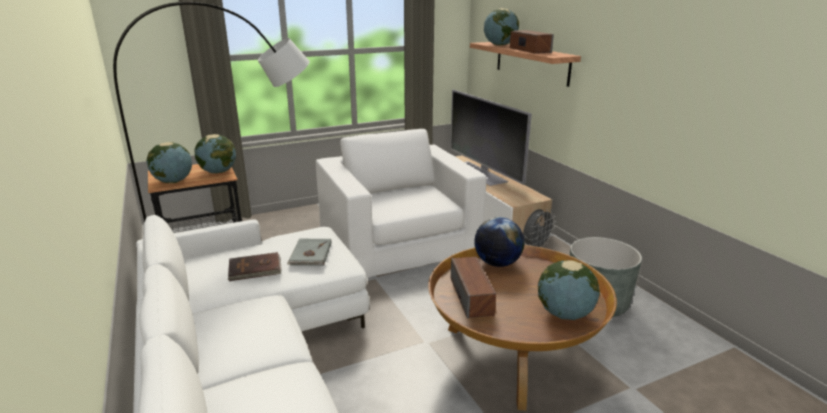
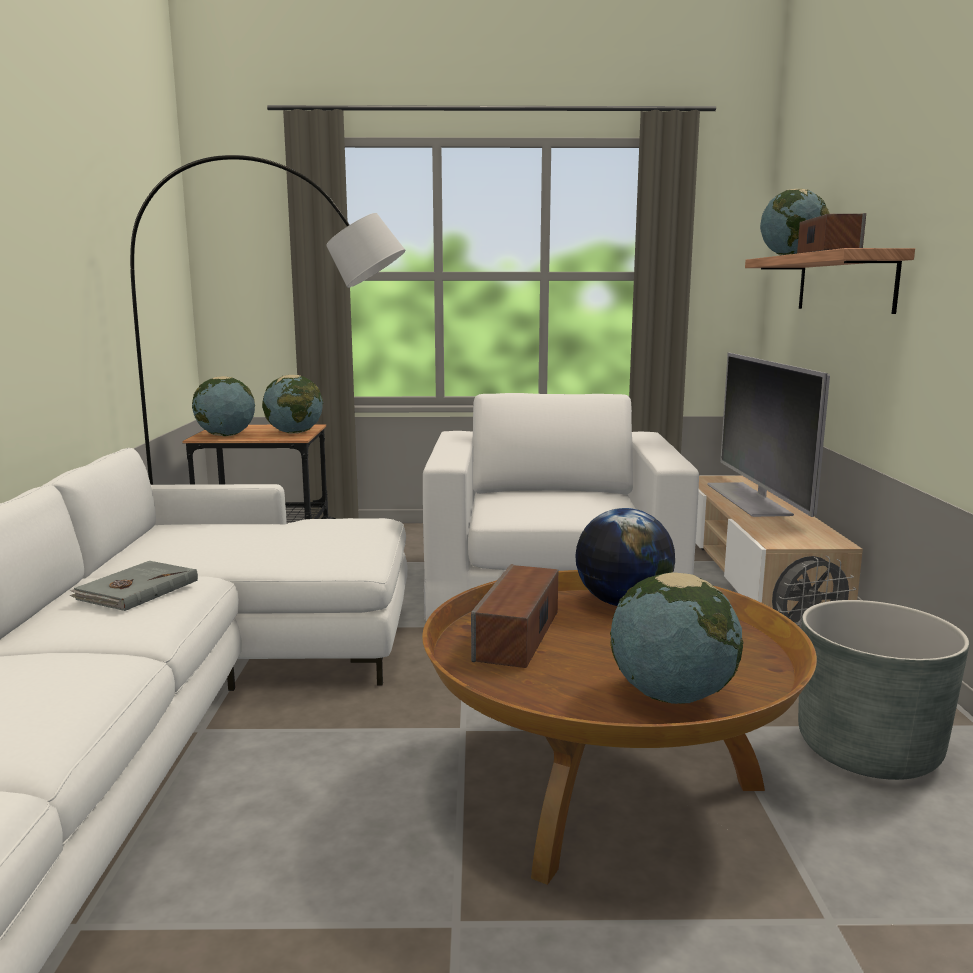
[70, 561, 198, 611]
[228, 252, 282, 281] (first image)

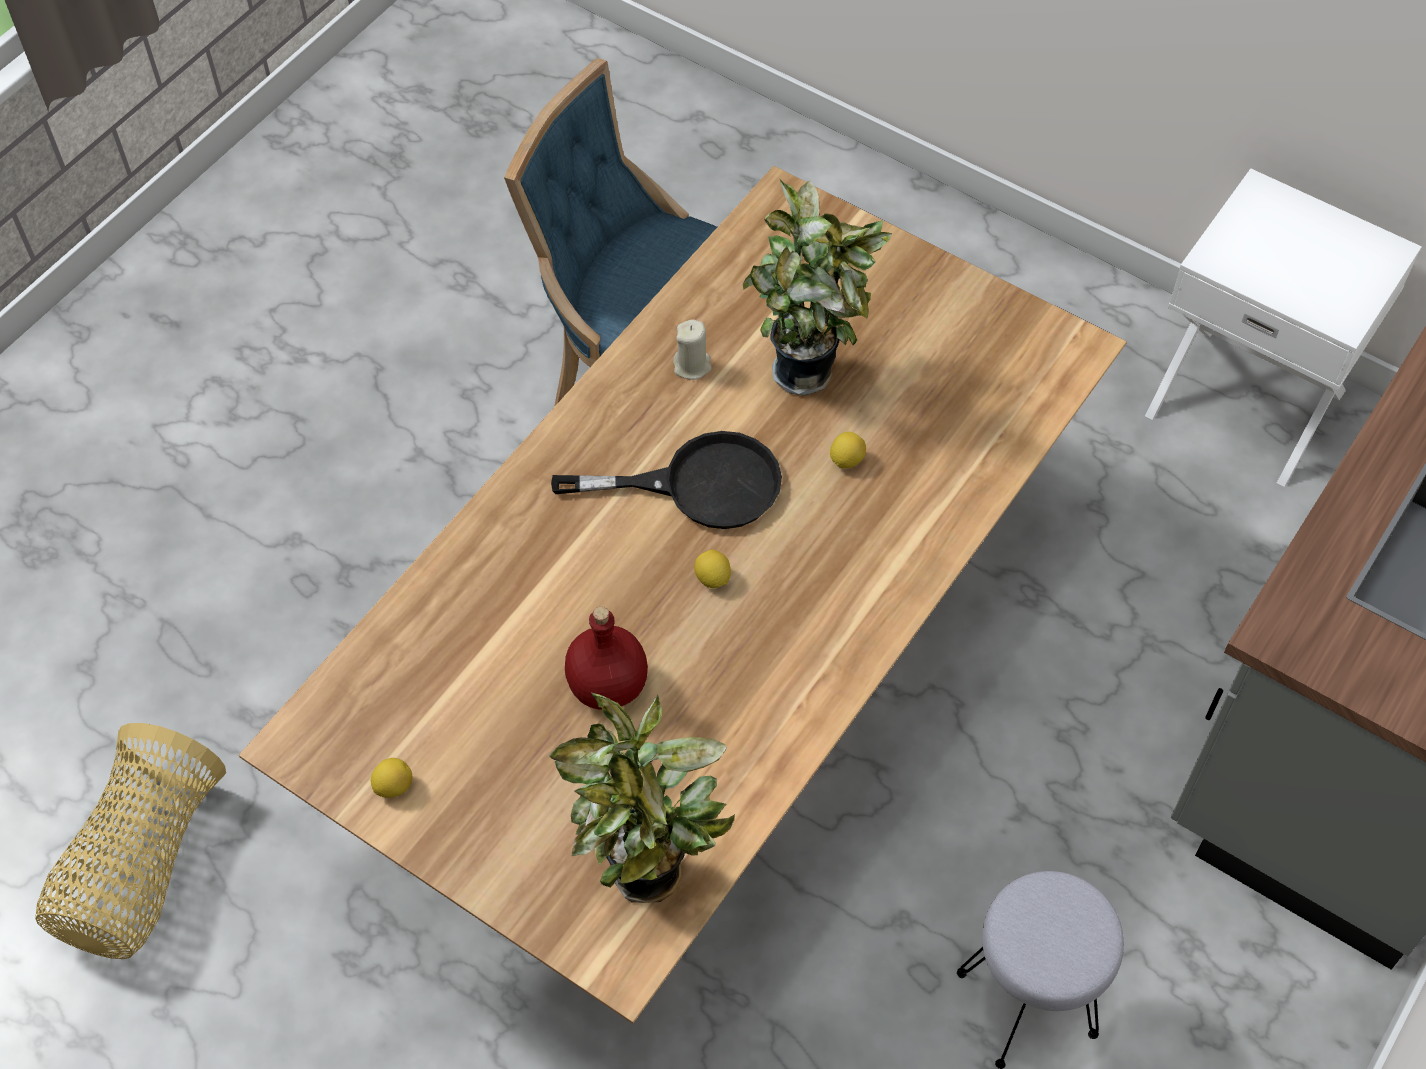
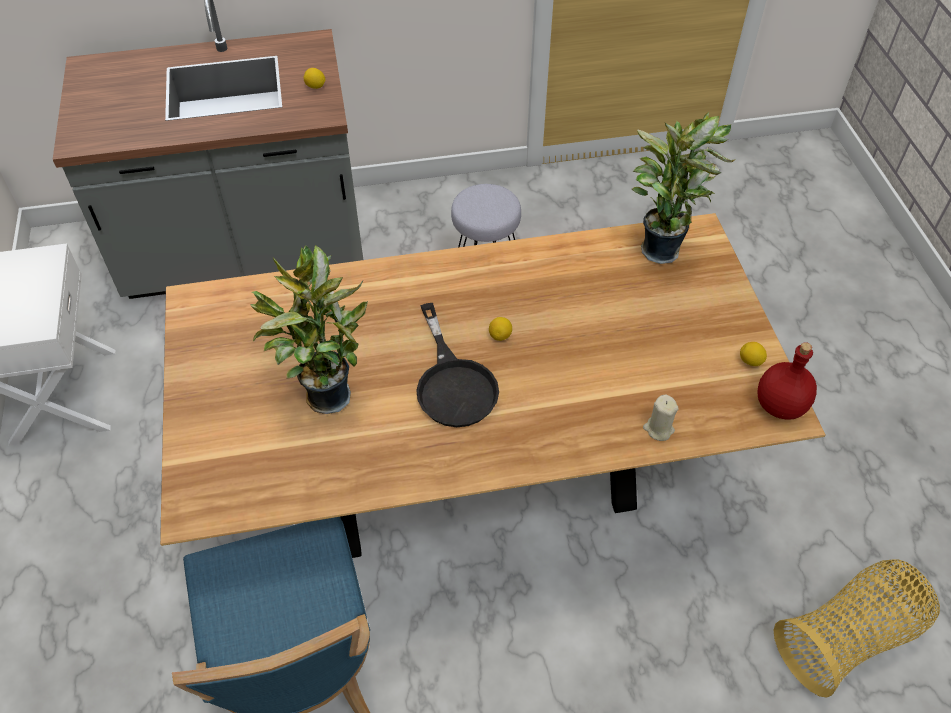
[643, 395, 679, 441]
[416, 303, 499, 427]
[304, 68, 326, 89]
[757, 342, 817, 420]

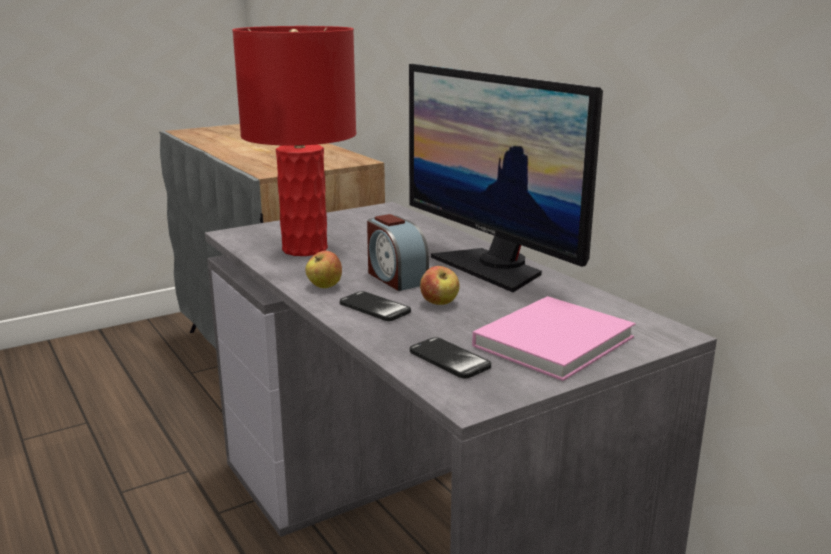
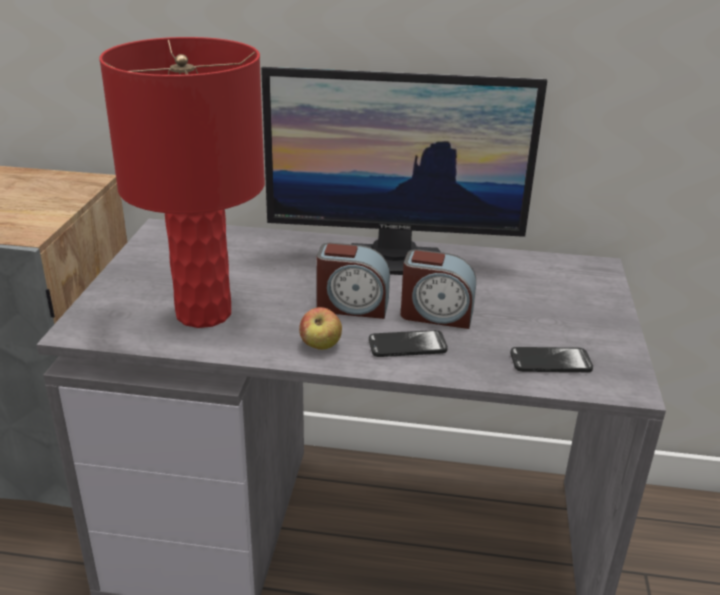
[401, 249, 476, 329]
[472, 296, 636, 381] (first image)

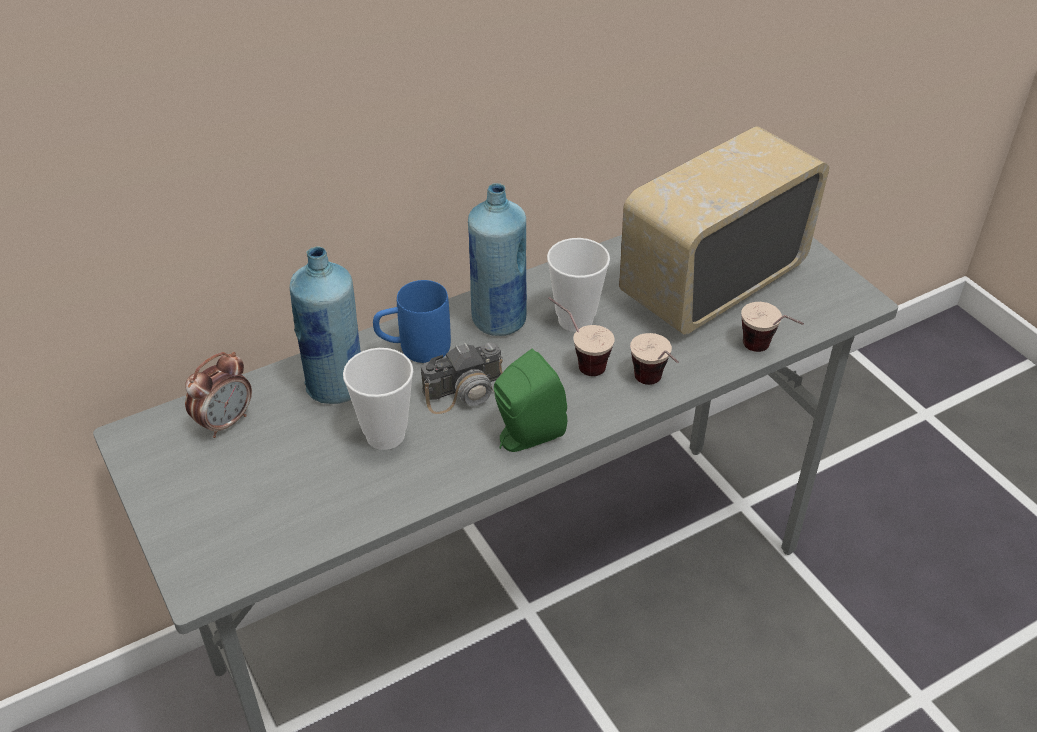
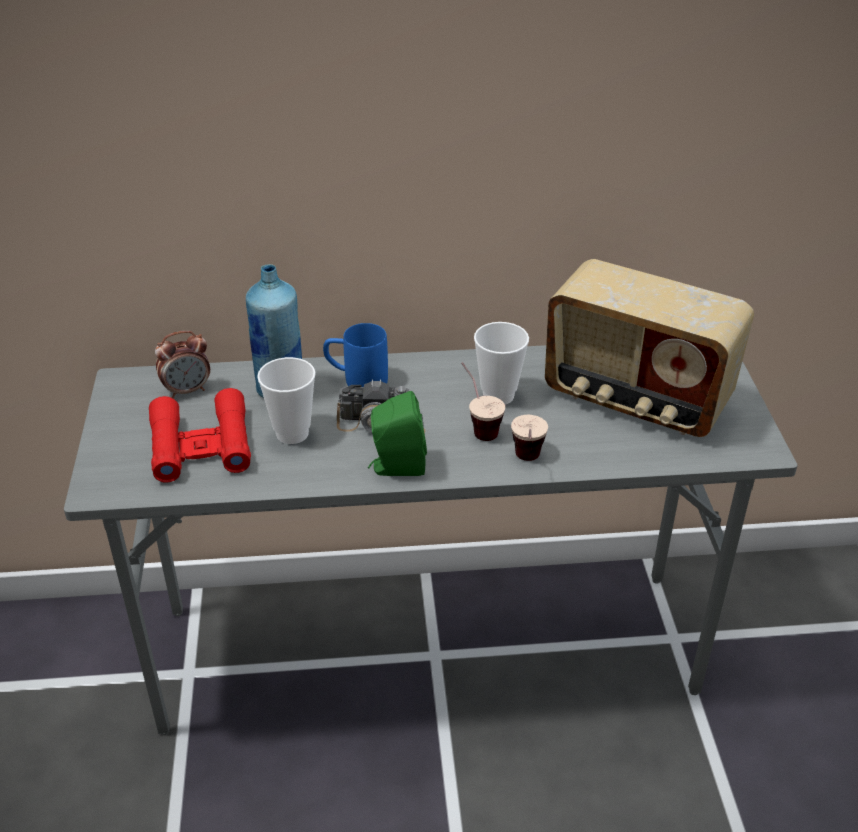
[545, 259, 754, 437]
[468, 183, 527, 336] (first image)
[741, 302, 804, 352] (first image)
[149, 388, 251, 483]

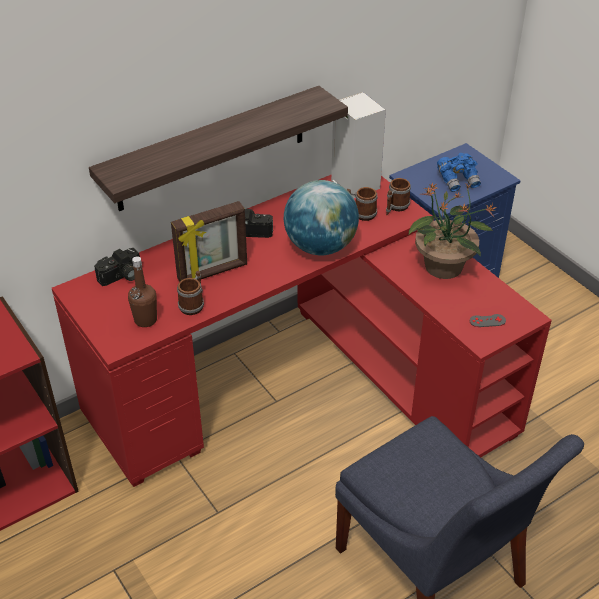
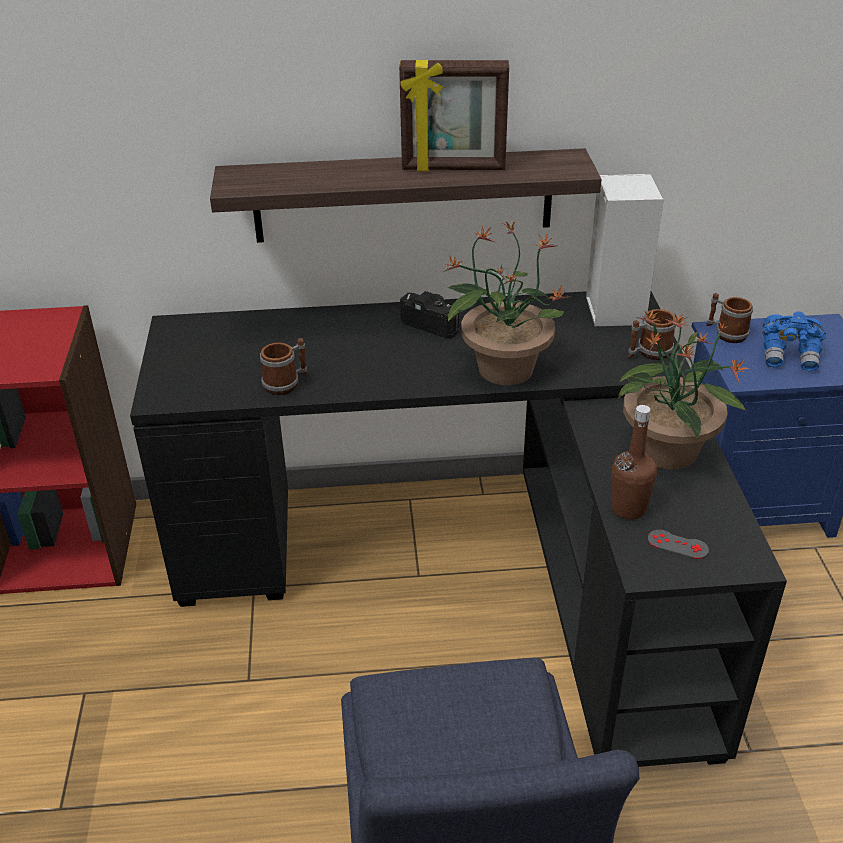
[130, 291, 787, 767]
[445, 221, 569, 385]
[706, 293, 753, 343]
[399, 60, 509, 171]
[94, 248, 140, 286] (first image)
[611, 405, 657, 520]

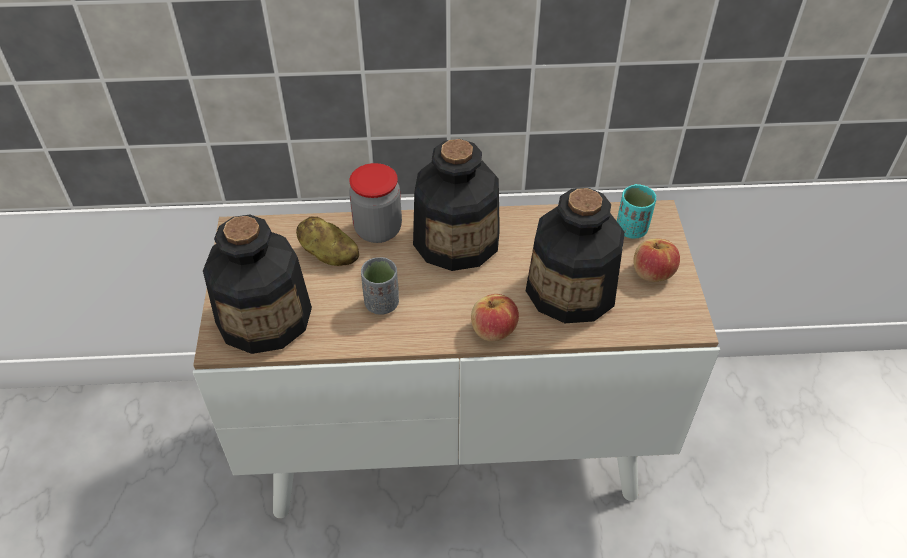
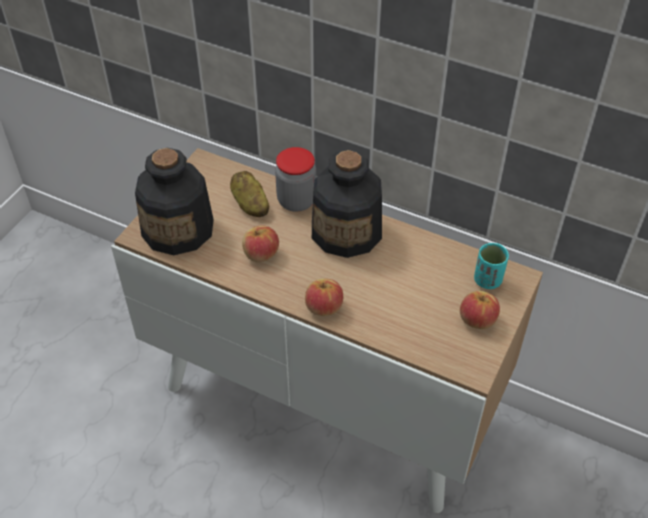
[526, 188, 625, 323] (first image)
[242, 225, 279, 262]

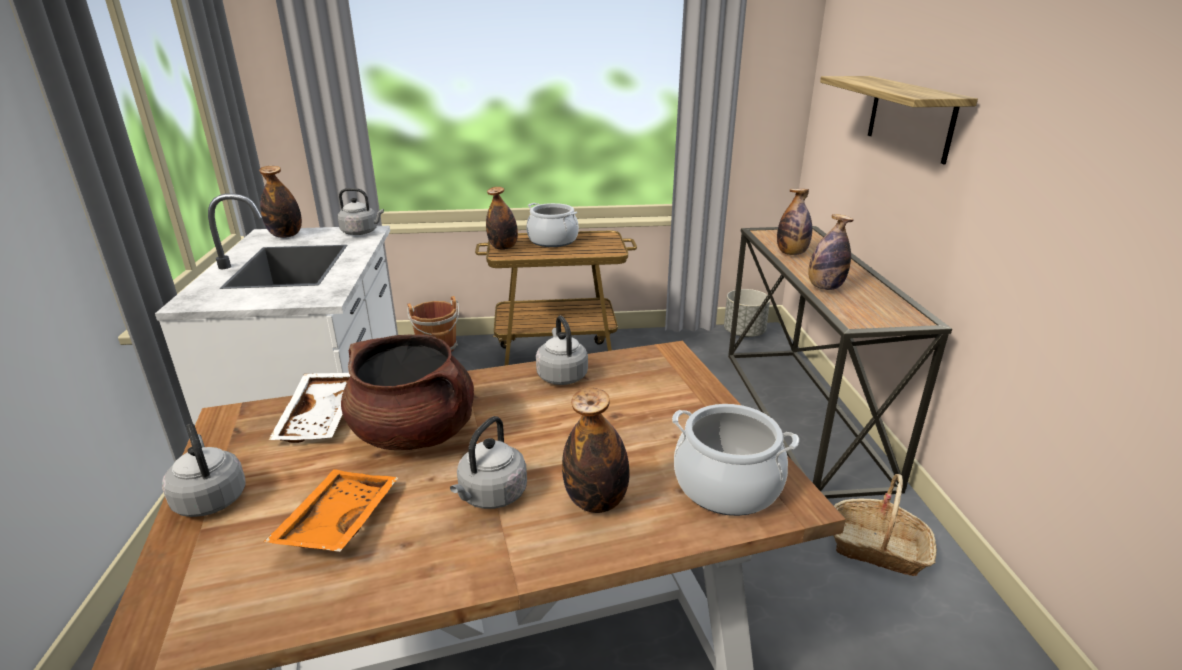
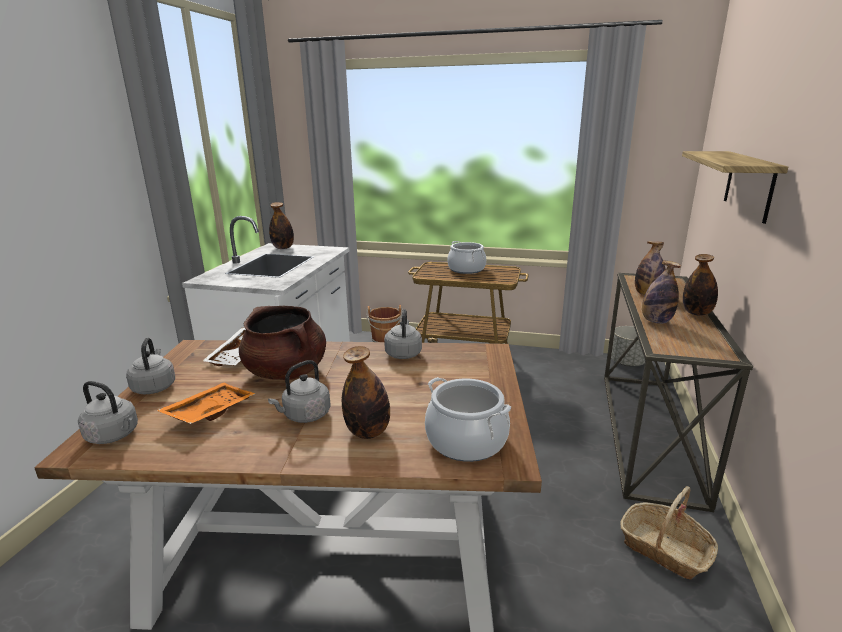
[683, 254, 718, 316]
[78, 381, 138, 444]

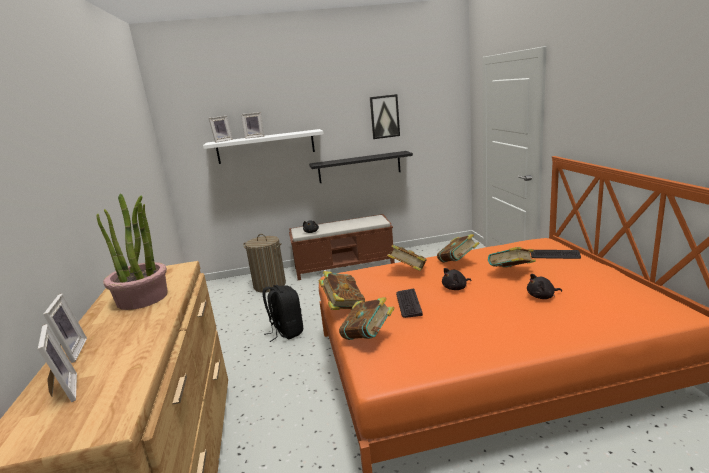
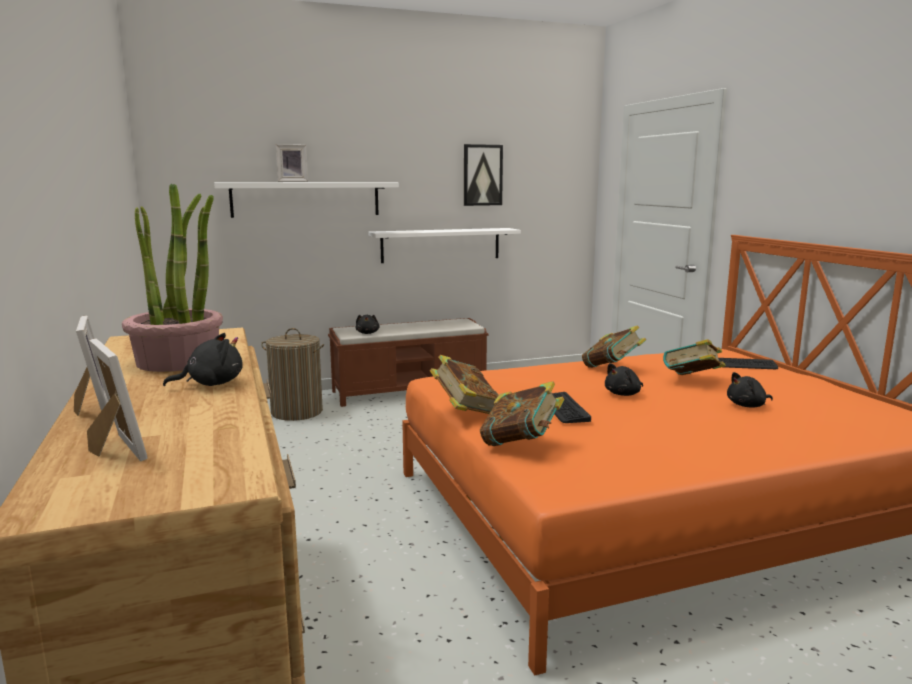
[209, 116, 233, 143] (first image)
[368, 228, 521, 263]
[387, 245, 427, 271] (first image)
[262, 285, 303, 342] (first image)
[163, 333, 242, 386]

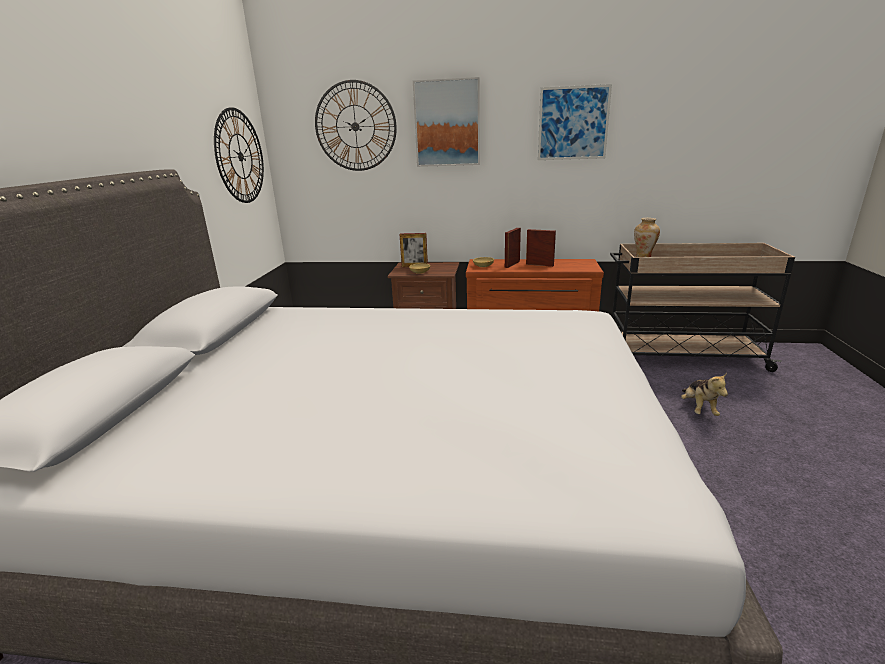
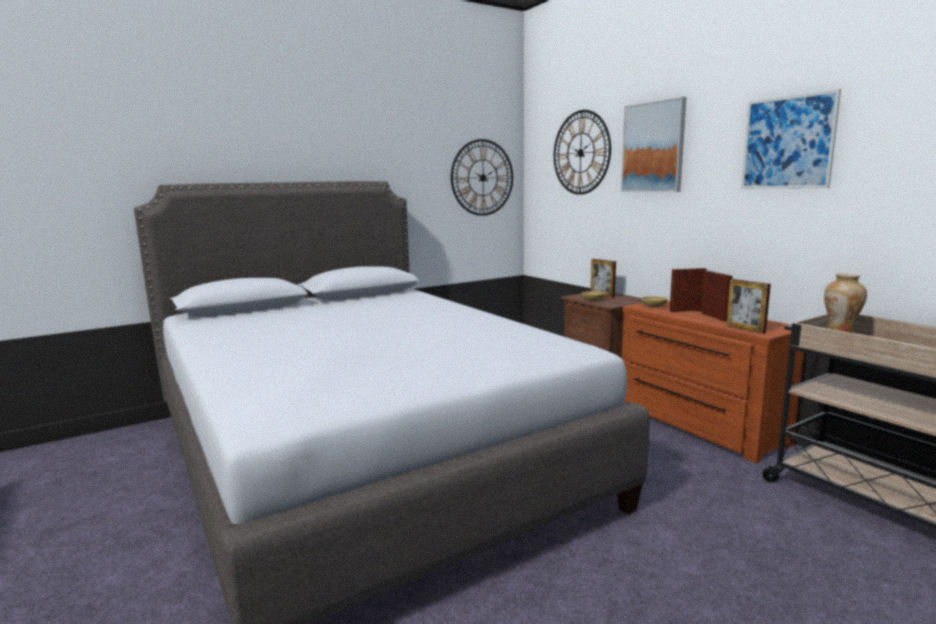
[681, 373, 728, 416] (first image)
[726, 279, 771, 334]

